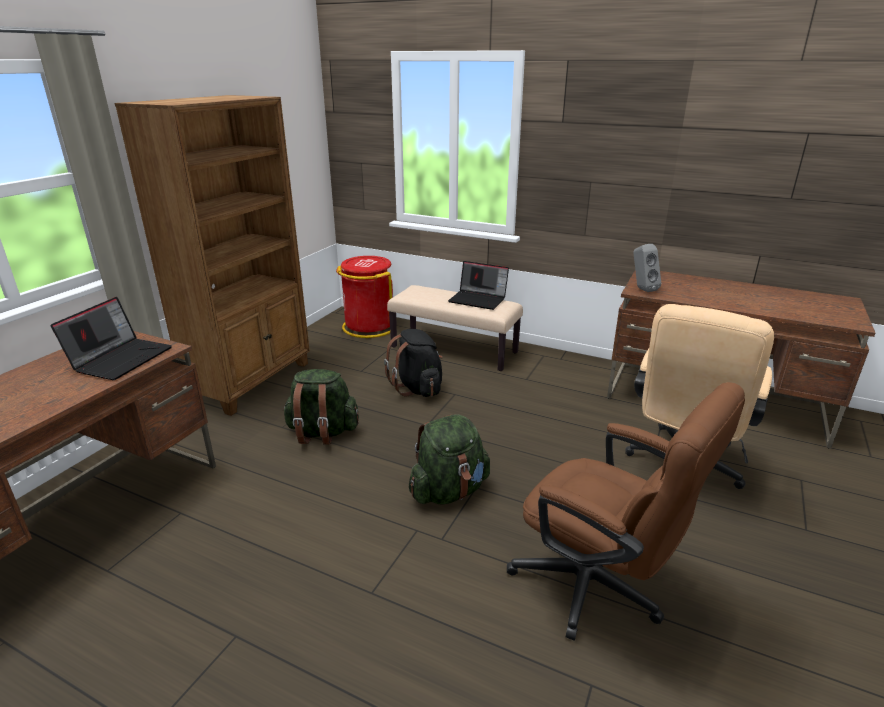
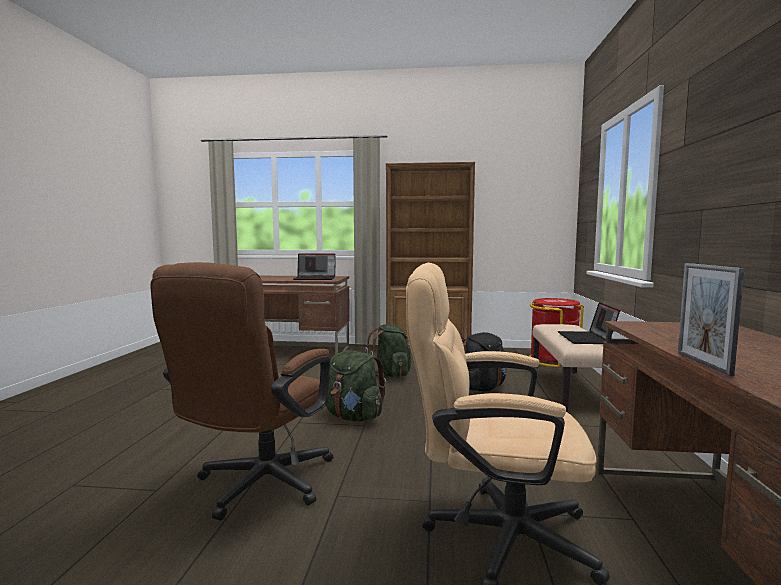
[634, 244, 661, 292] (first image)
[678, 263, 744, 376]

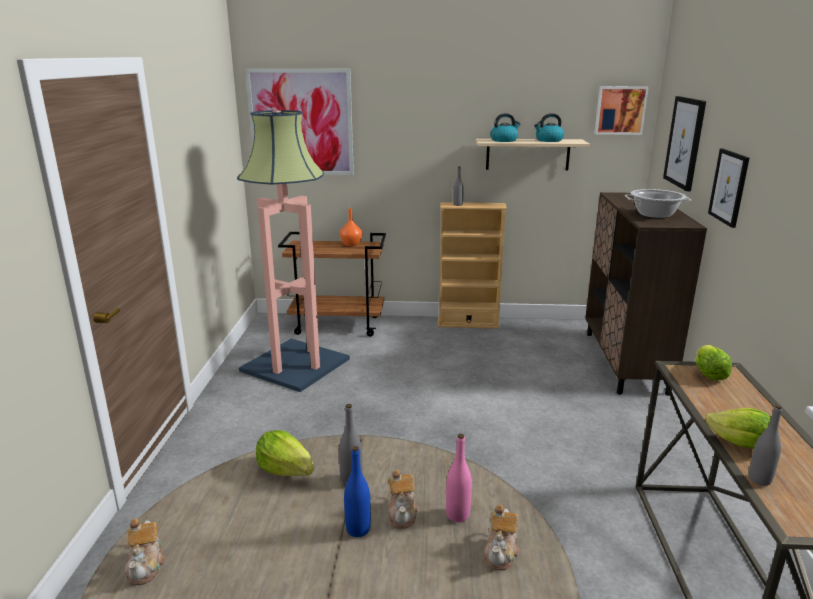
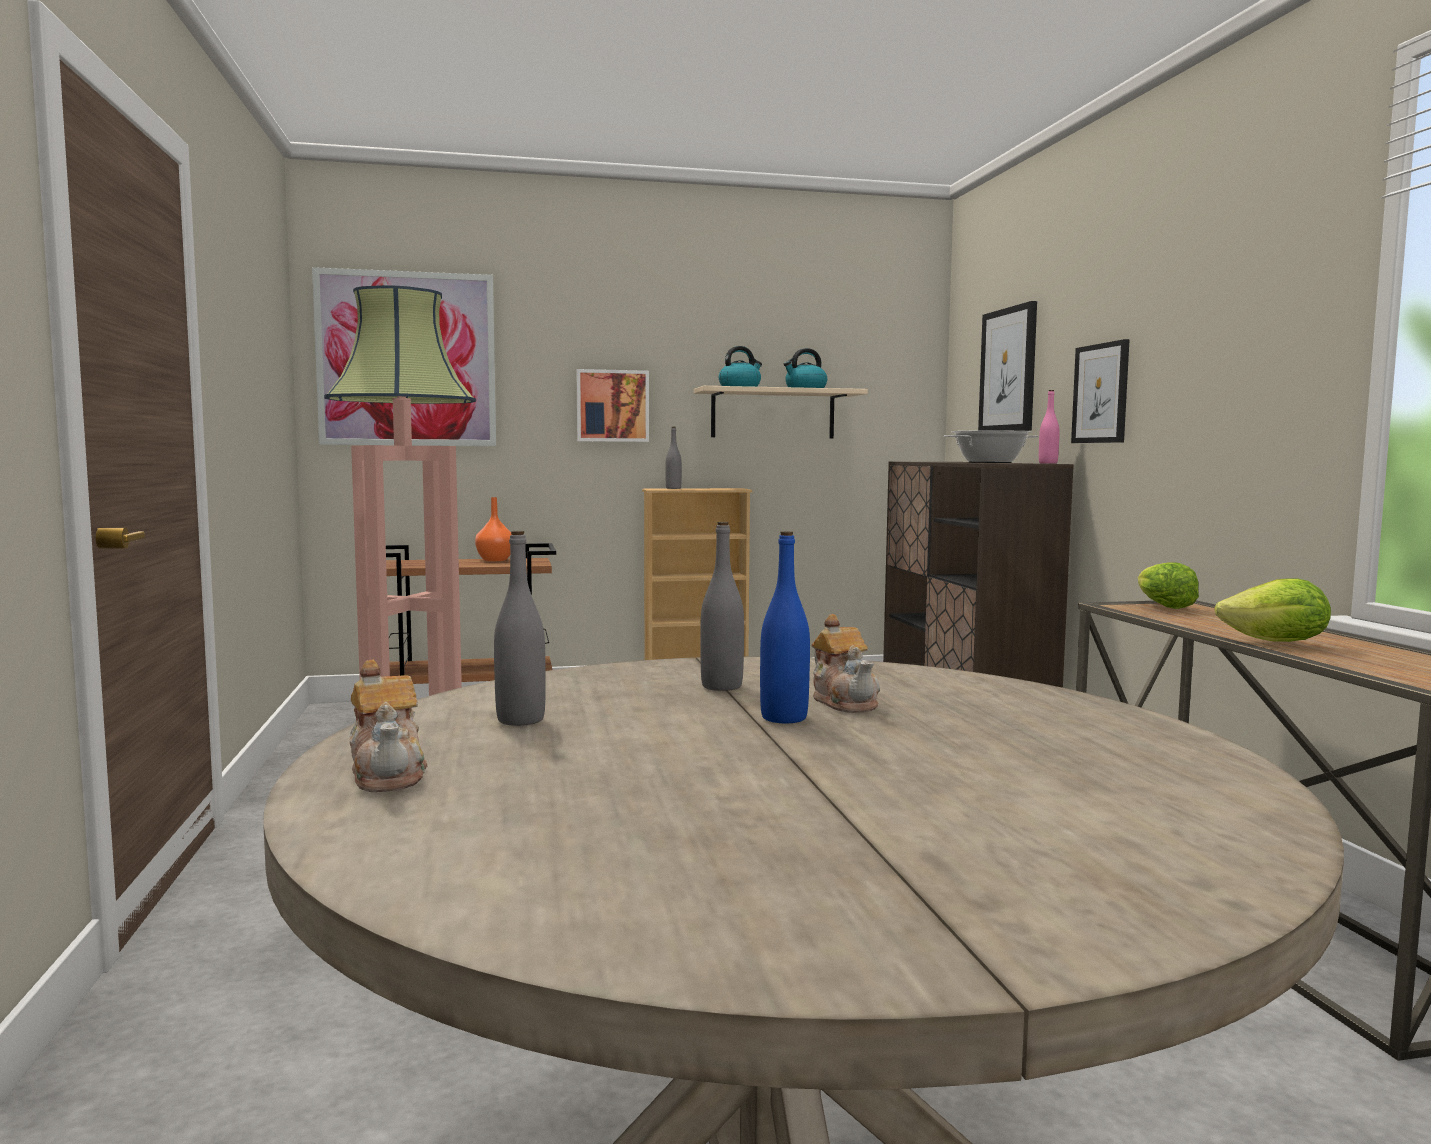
[577, 369, 649, 442]
[494, 531, 546, 726]
[256, 430, 314, 476] (first image)
[1039, 390, 1059, 464]
[484, 505, 519, 571] (first image)

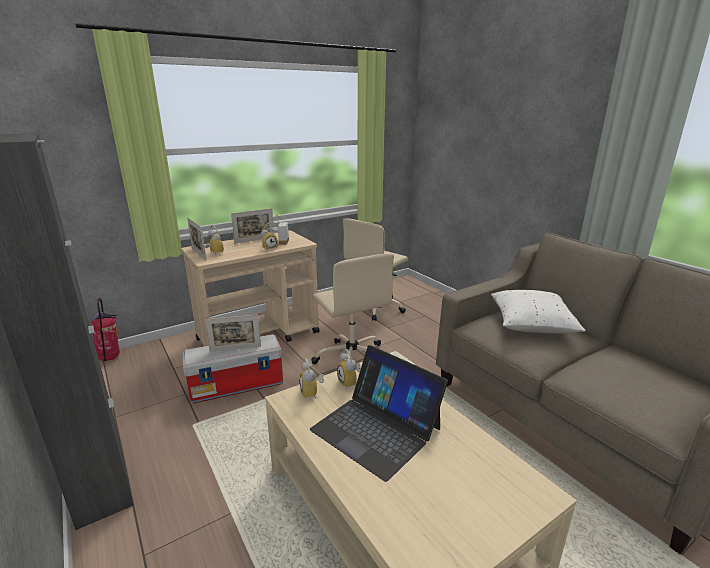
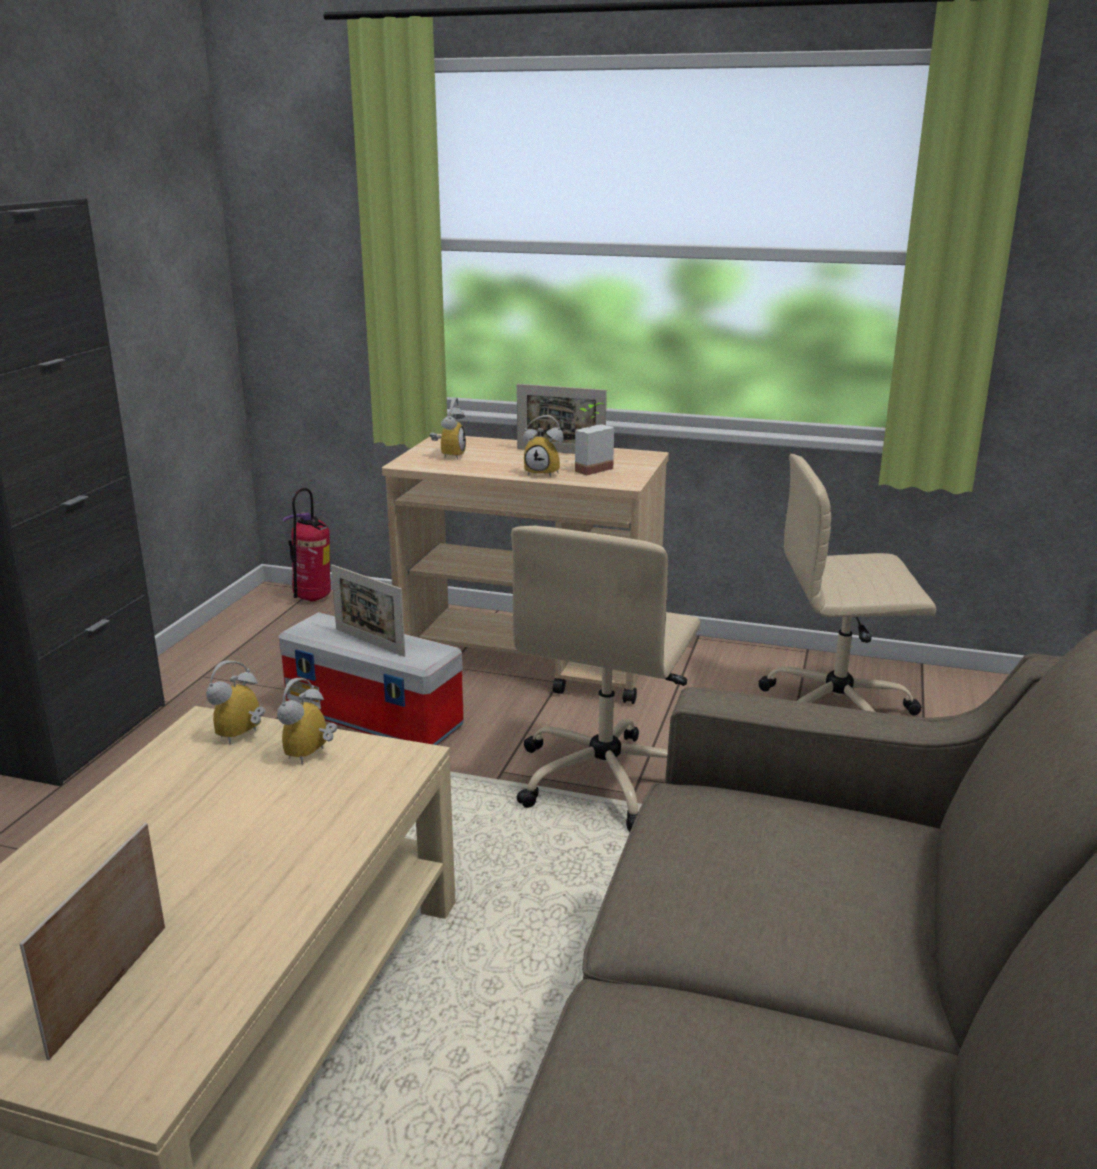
[19, 823, 165, 1060]
[491, 290, 586, 334] (first image)
[309, 345, 448, 482] (first image)

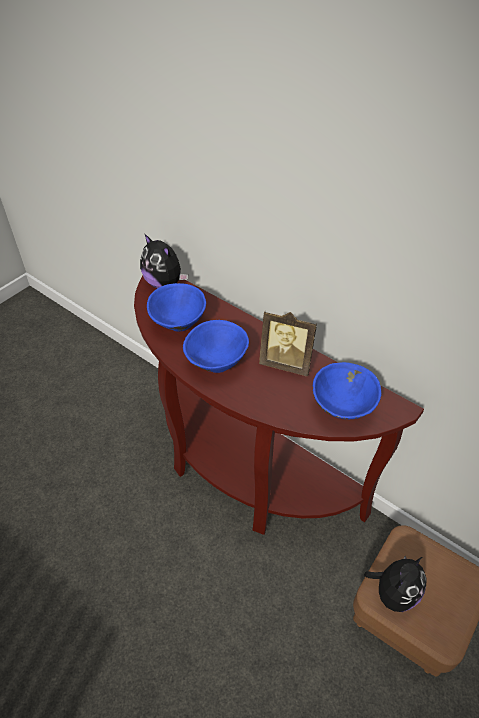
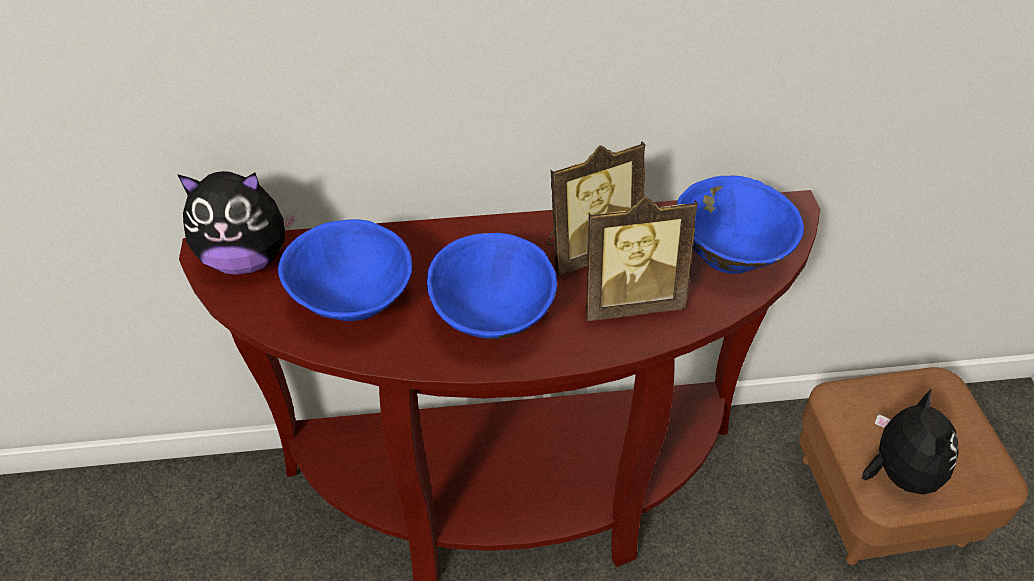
[586, 197, 698, 321]

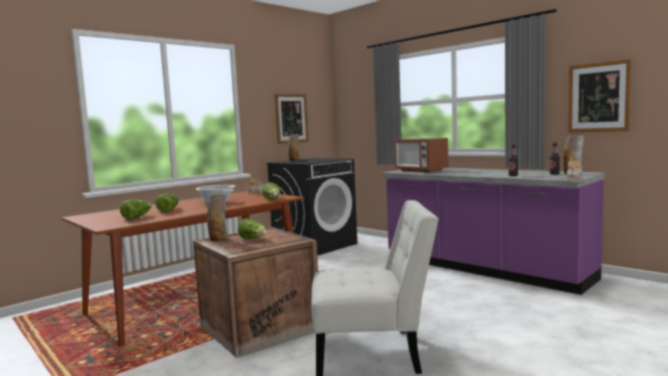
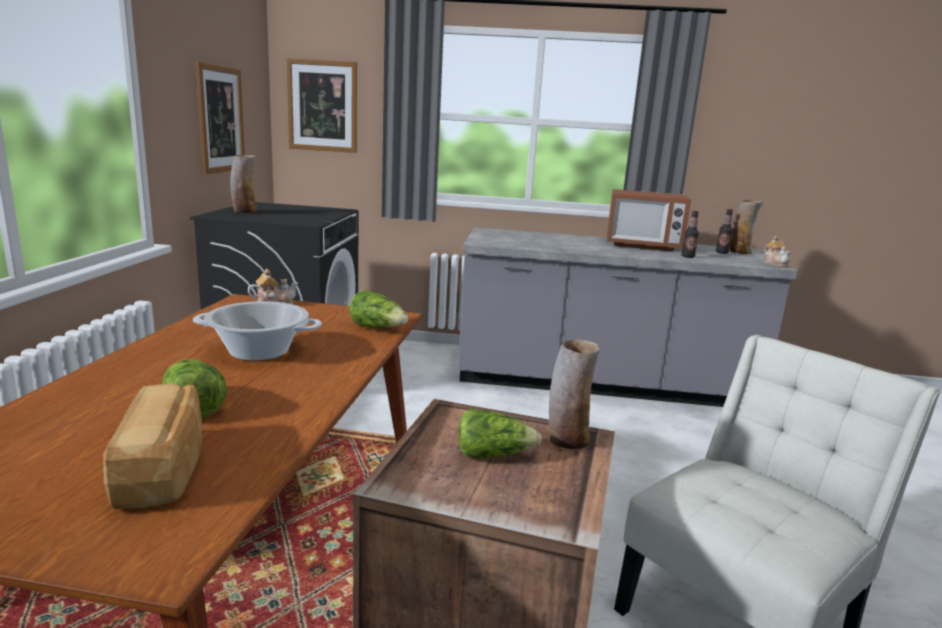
[287, 58, 357, 153]
[607, 189, 691, 251]
[458, 228, 798, 407]
[549, 339, 600, 449]
[103, 384, 202, 510]

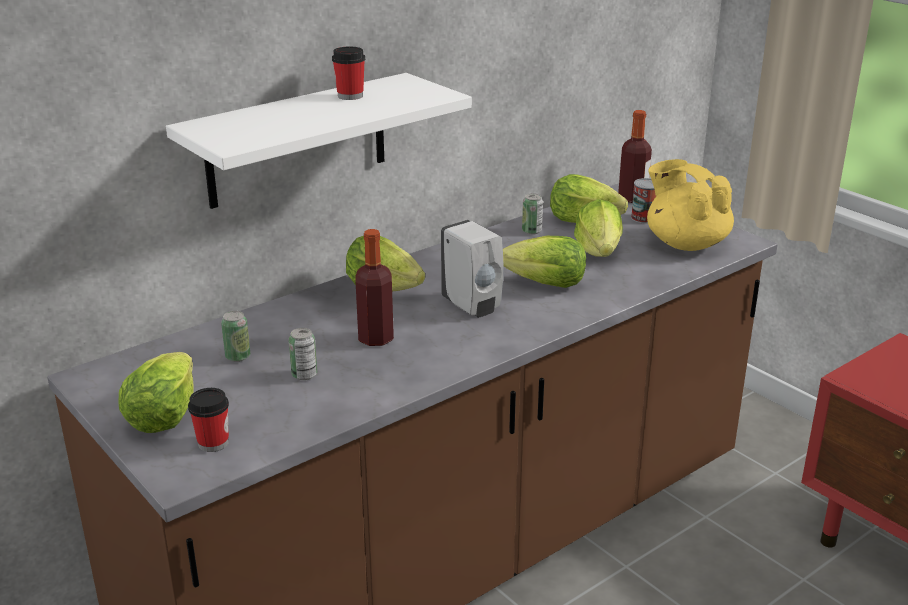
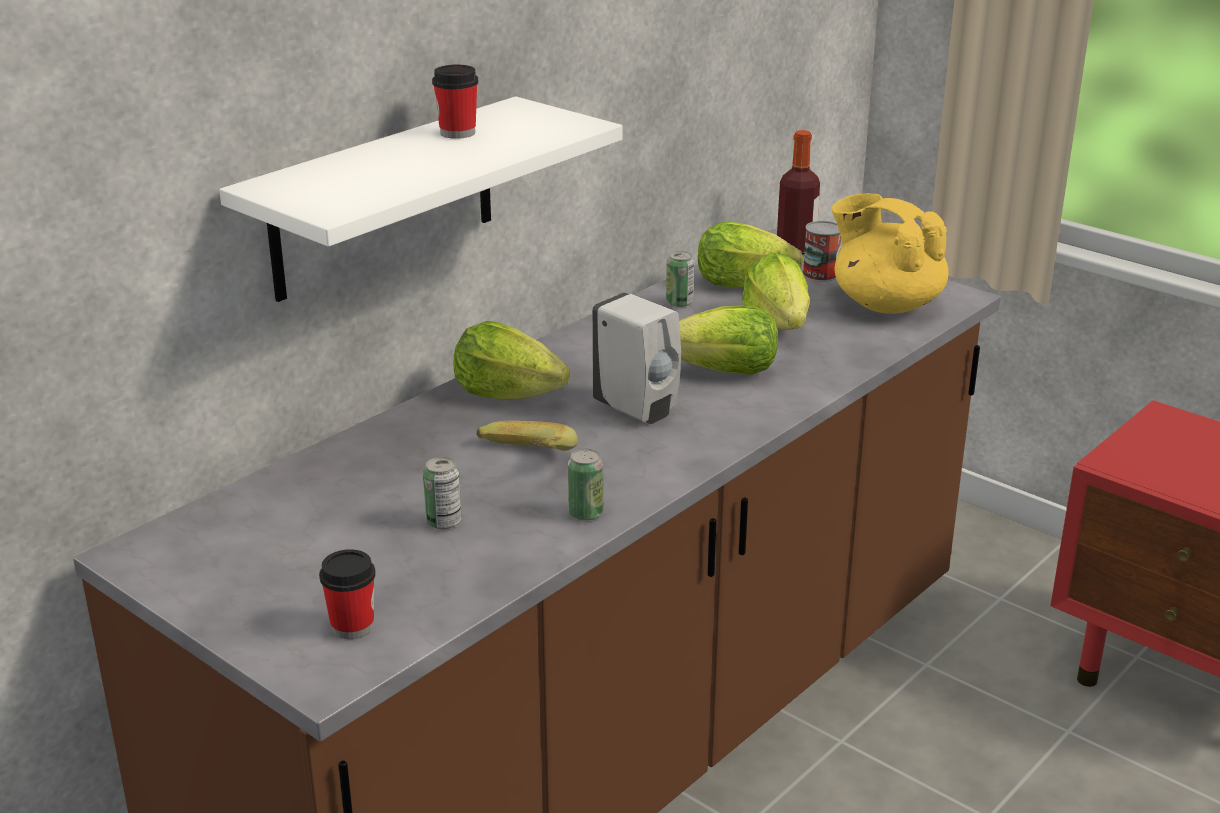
[477, 421, 578, 451]
[568, 449, 604, 521]
[118, 352, 194, 433] (first image)

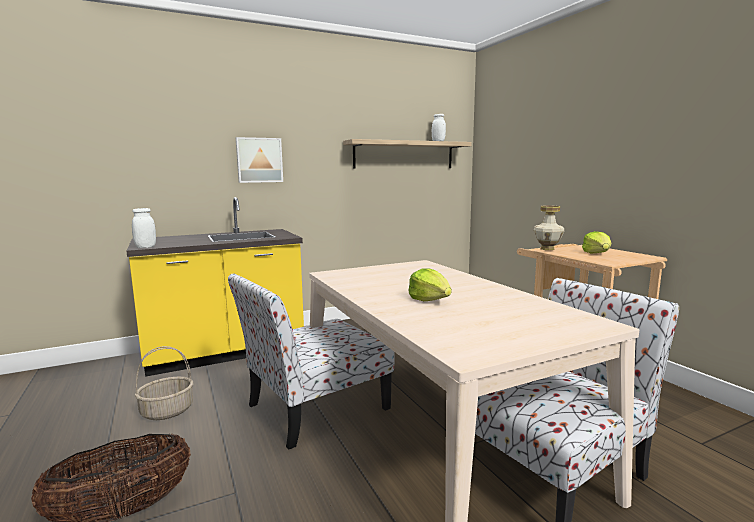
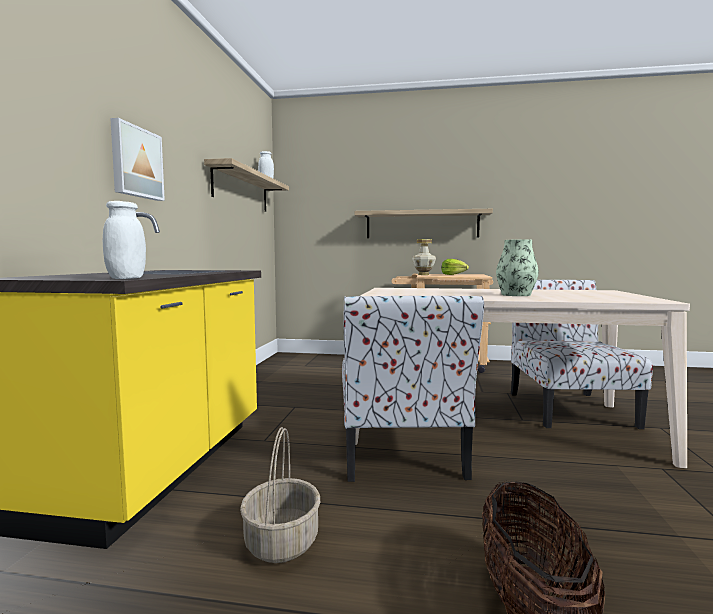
[496, 239, 539, 296]
[354, 209, 493, 238]

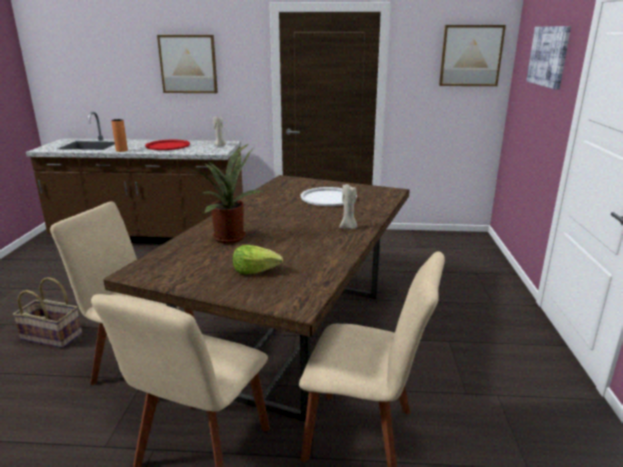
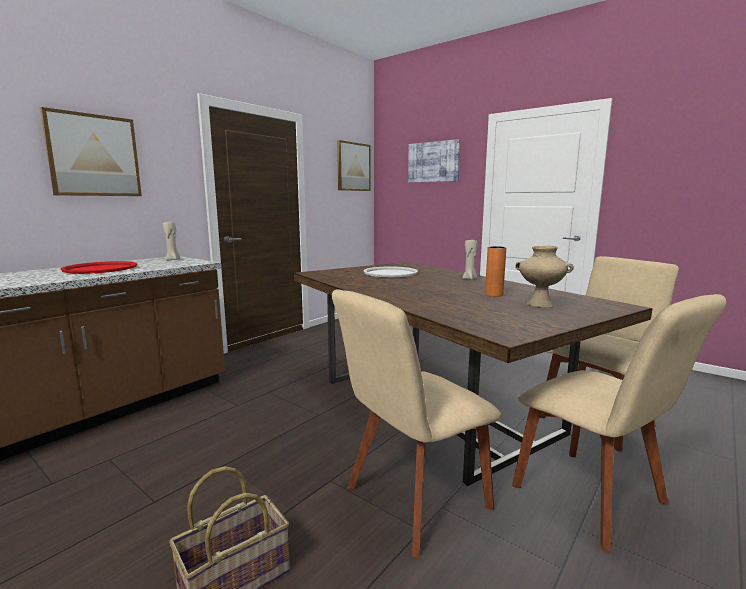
[485, 246, 506, 297]
[190, 144, 262, 244] (first image)
[515, 246, 574, 308]

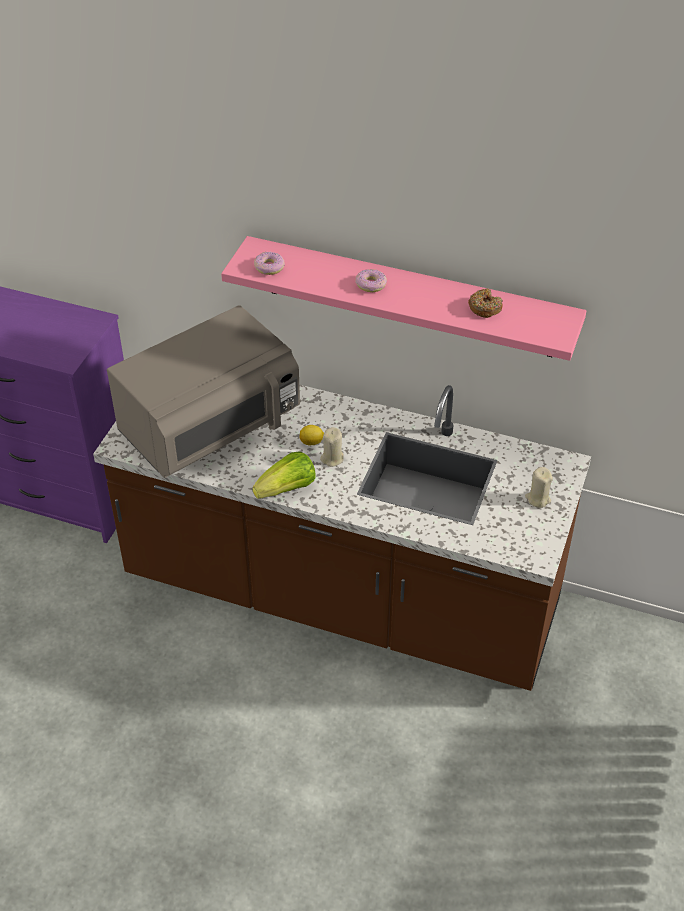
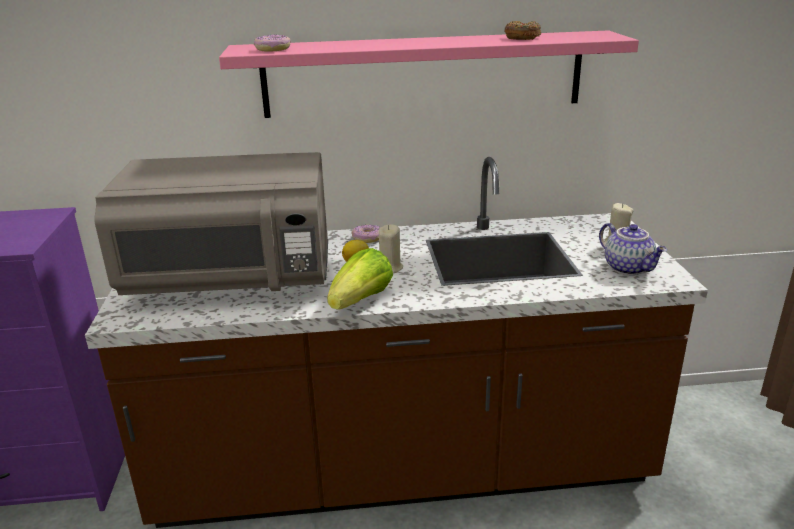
[352, 225, 380, 243]
[94, 152, 328, 295]
[599, 223, 667, 275]

